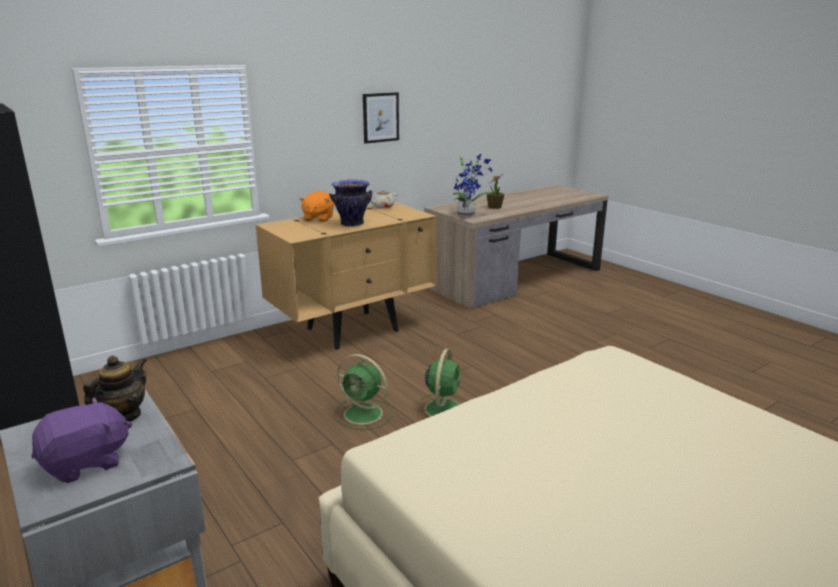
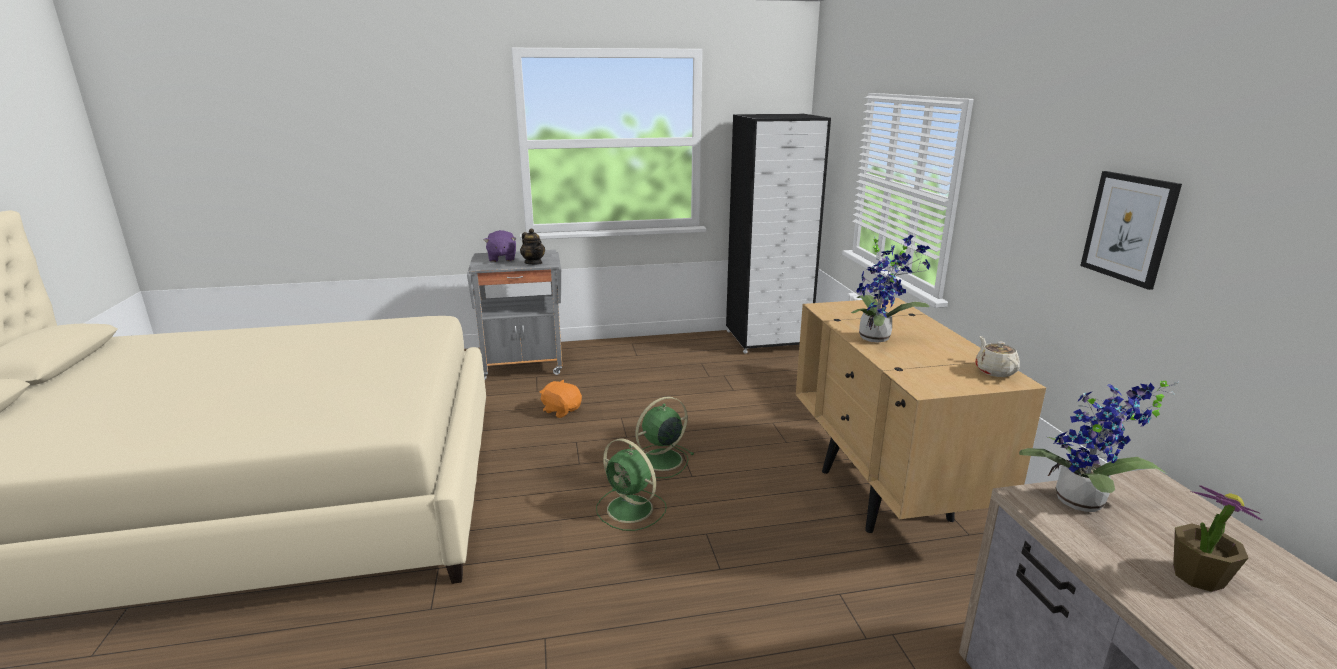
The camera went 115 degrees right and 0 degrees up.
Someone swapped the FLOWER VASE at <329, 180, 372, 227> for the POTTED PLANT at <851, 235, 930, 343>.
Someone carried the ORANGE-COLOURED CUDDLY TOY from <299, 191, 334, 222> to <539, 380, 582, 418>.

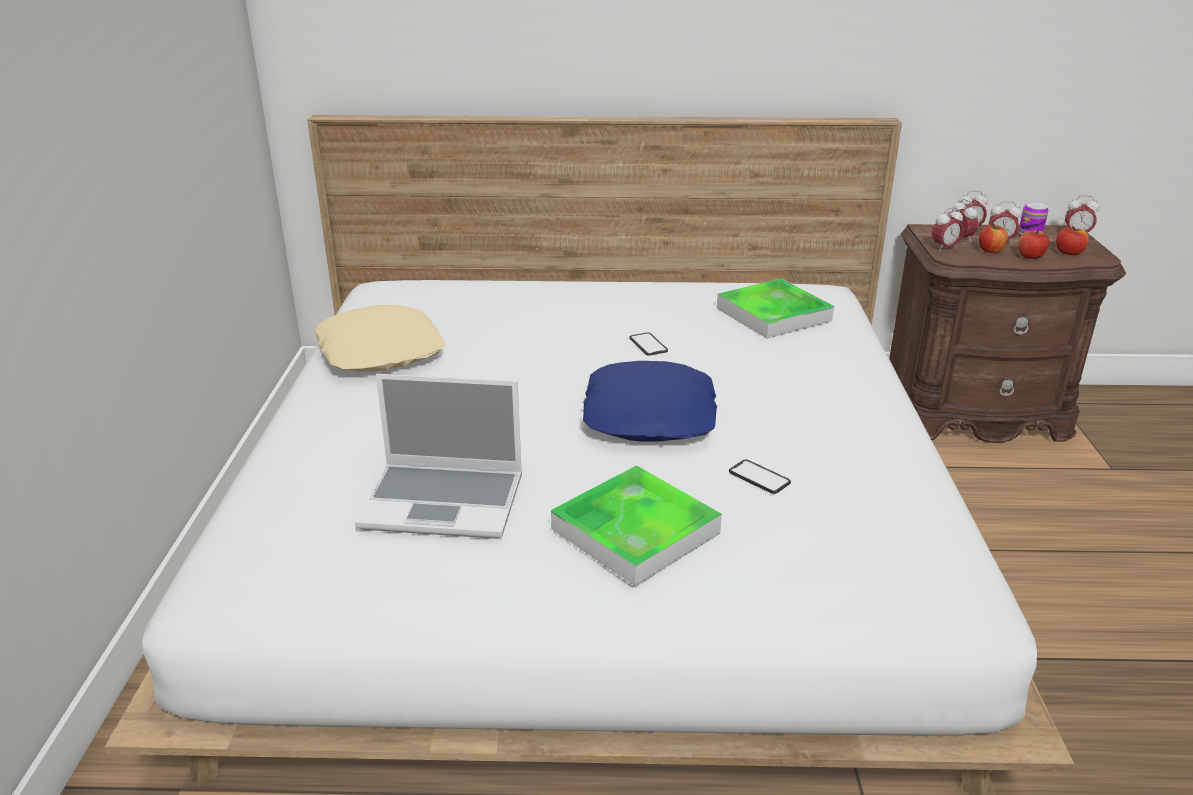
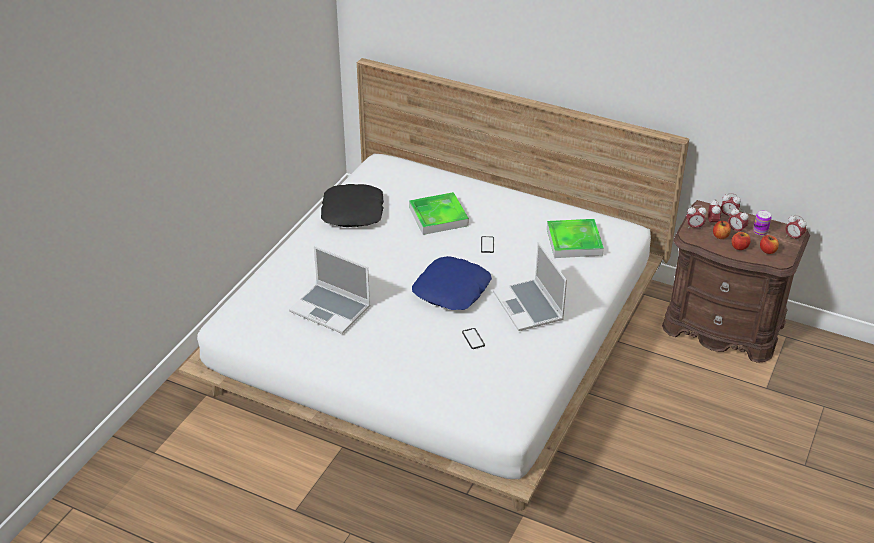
The camera went 25 degrees right and 10 degrees up.
Someone repainted the BEIGE PILLOW at <314, 305, 445, 372>, which became the BLACK-COLOURED PILLOW at <321, 184, 384, 227>.
Someone carried the CARRYING TRAY from <551, 465, 722, 586> to <409, 192, 469, 235>.
Someone put down the NOTEBOOK COMPUTER at <493, 242, 567, 331>.

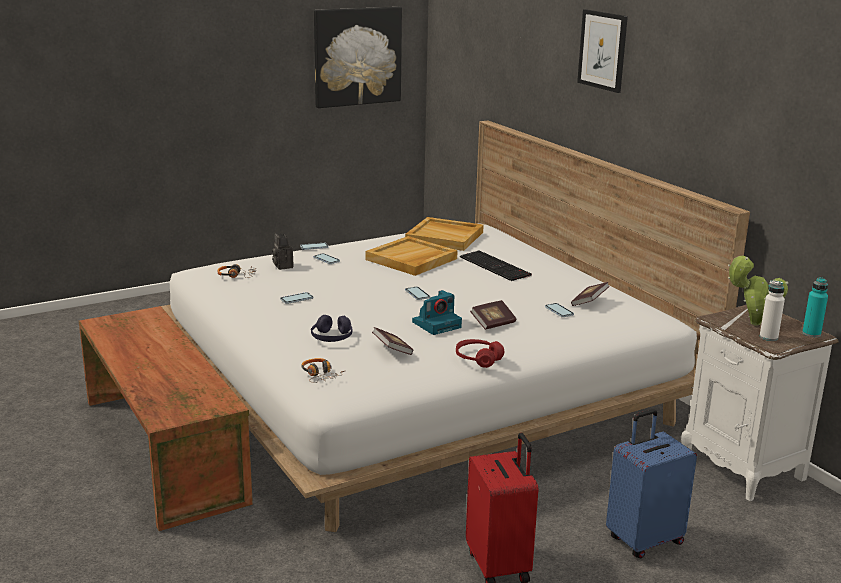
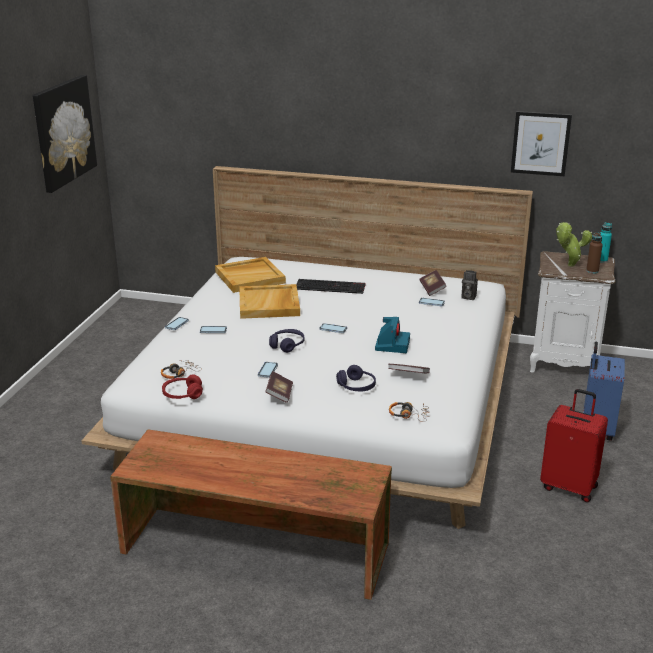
The camera went 45 degrees left and 5 degrees up.
Someone carried the WALL ART from <577, 9, 628, 93> to <511, 111, 572, 176>.
Someone carried the PHOTO CAMERA from <272, 234, 294, 270> to <461, 270, 478, 300>.
Someone repainted the WHITE-COLOURED BOTTLE at <760, 280, 785, 341>, which became the BROWNISH BOTTLE at <586, 232, 603, 274>.
Someone carried the BOUND BOOK from <470, 300, 516, 330> to <265, 371, 293, 403>.
Someone carried the REDDISH HEADSET from <456, 339, 504, 368> to <162, 374, 203, 399>.
Someone put down the PURPLE-COLOURED HEADSET at <269, 329, 304, 353>.

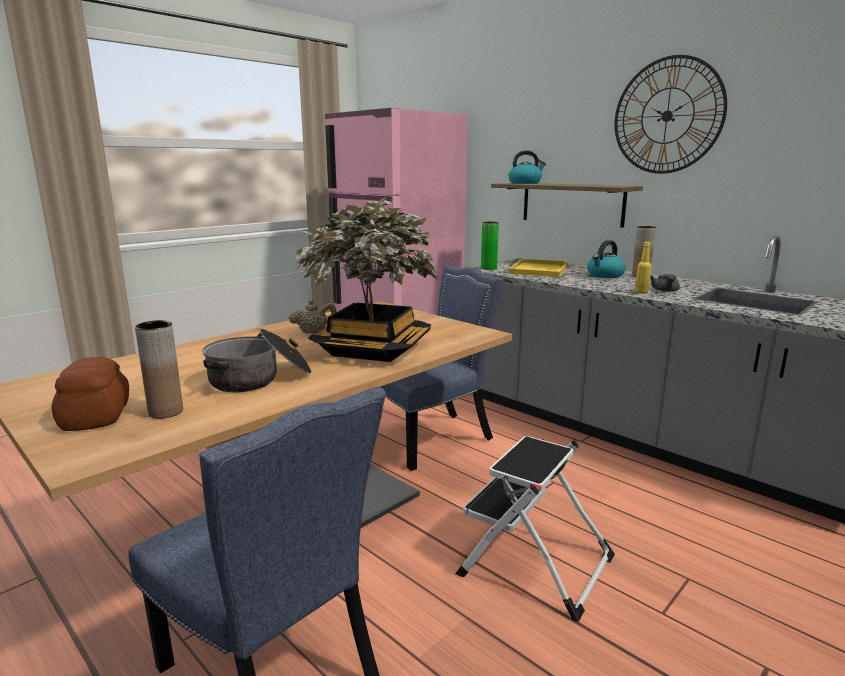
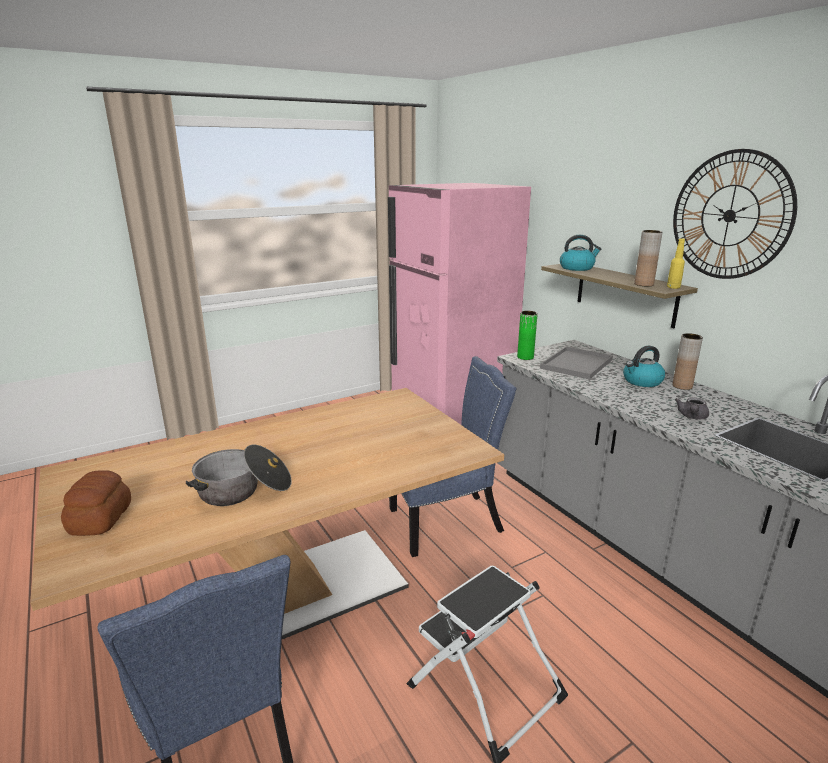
The camera went 15 degrees right and 5 degrees up.
Someone took away the POTTED PLANT at <296, 197, 440, 362>.
Someone carried the YELLOWISH BOTTLE from <635, 242, 652, 294> to <667, 238, 685, 289>.
Someone repainted the YELLOWISH CARRYING TRAY at <508, 259, 568, 277>, which became the GRAY CARRYING TRAY at <540, 346, 613, 380>.
Someone took away the BEIGE TEAPOT at <288, 300, 337, 334>.
Someone carried the BROWNISH FLOWER VASE from <135, 320, 183, 419> to <634, 230, 663, 286>.

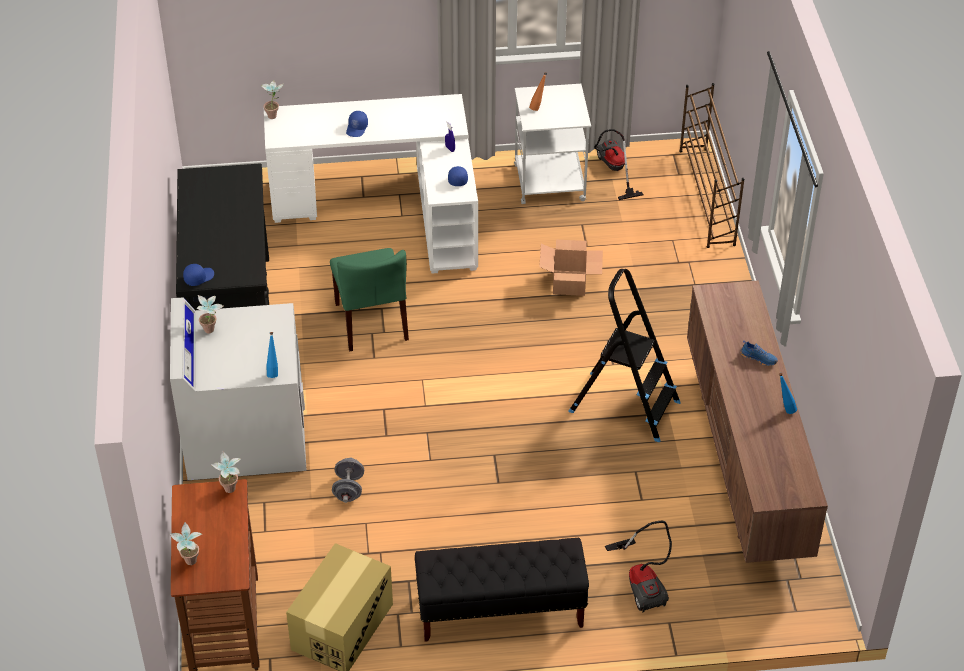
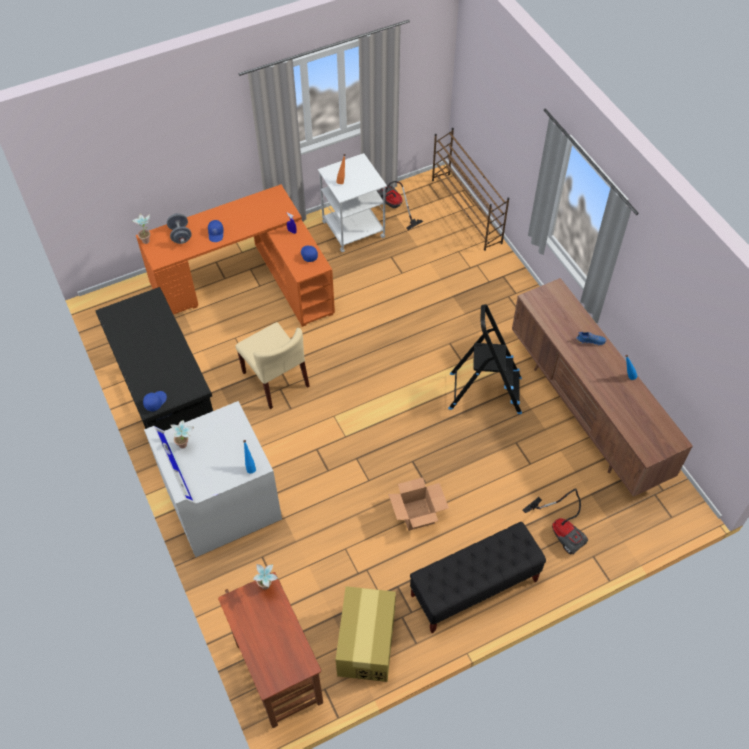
The camera went 20 degrees left and 10 degrees up.
Someone repainted the WHITE-COLOURED DESK at <264, 94, 478, 274>, which became the ORANGE-COLOURED DESK at <136, 184, 335, 327>.
Someone carried the CARDBOARD BOX from <539, 240, 603, 296> to <388, 478, 449, 531>.
Someone repainted the GREEN-COLOURED PLAIN CHAIR at <330, 248, 409, 351>, which became the BEIGE PLAIN CHAIR at <235, 322, 310, 409>.
Someone carried the GRAY FREE WEIGHT from <332, 457, 364, 503> to <167, 213, 192, 244>.
Someone took away the POTTED PLANT at <170, 522, 202, 565>.

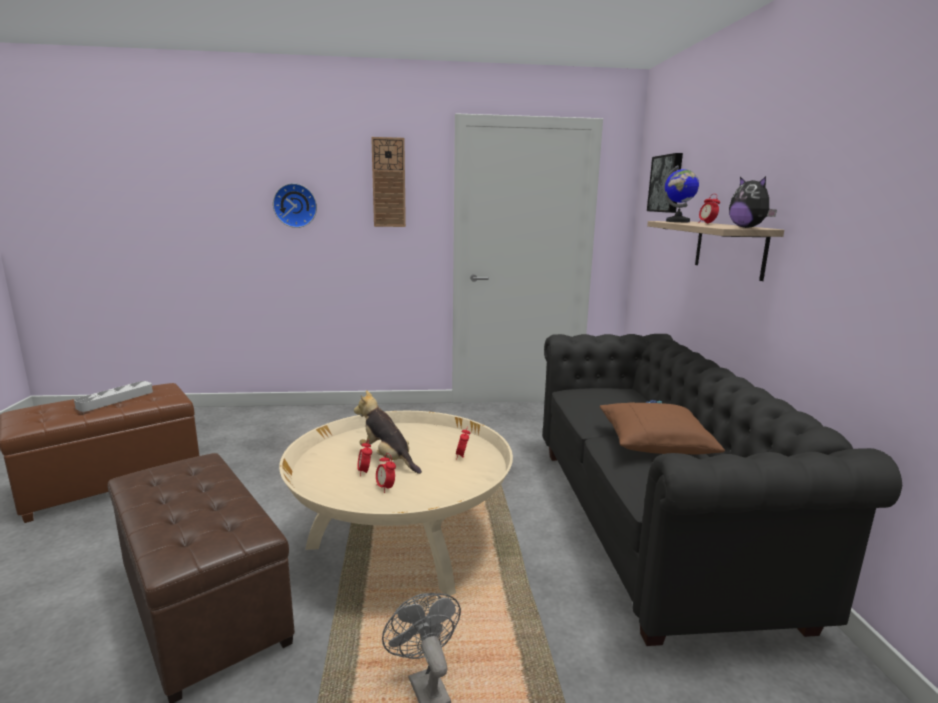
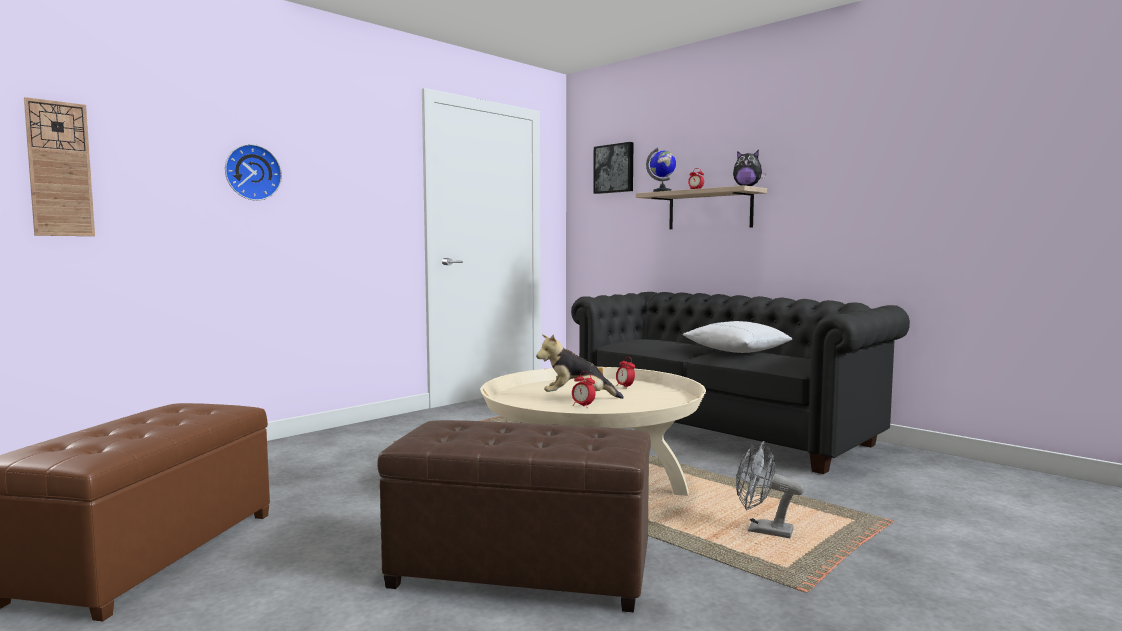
The camera went 40 degrees left and 10 degrees down.
Someone carried the WALL CLOCK from <371, 137, 406, 227> to <24, 97, 95, 236>.
Someone took away the GRAY CARRYING TRAY at <74, 381, 153, 412>.
Someone repainted the BROWNISH PILLOW at <600, 400, 725, 455>, which became the GRAY PILLOW at <683, 321, 793, 353>.
Someone took away the BEDSIDE CLOCK at <376, 453, 396, 493>.

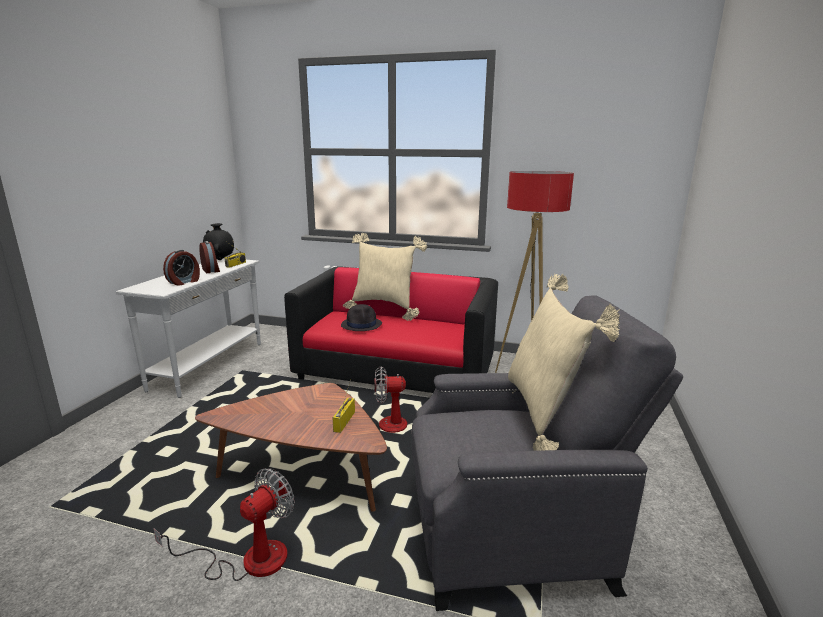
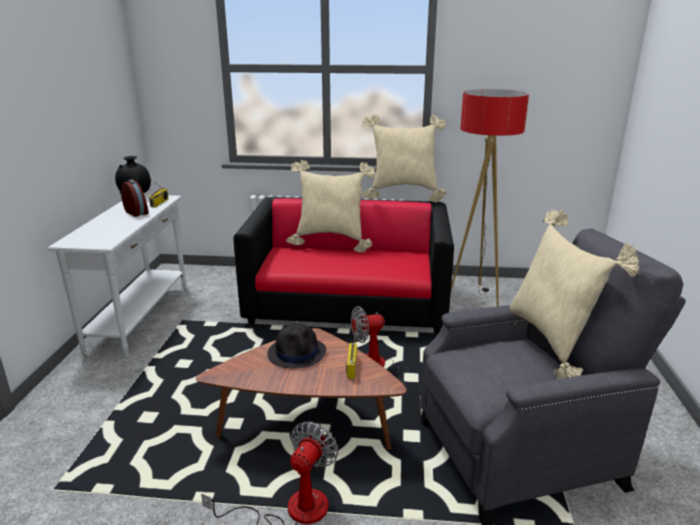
The camera went 10 degrees left and 5 degrees up.
Someone took away the BEDSIDE CLOCK at <163, 250, 200, 286>.
Someone carried the BLACK-COLOURED HAT from <341, 304, 382, 331> to <267, 324, 326, 368>.
Someone put down the BEIGE PILLOW at <362, 114, 447, 203>.

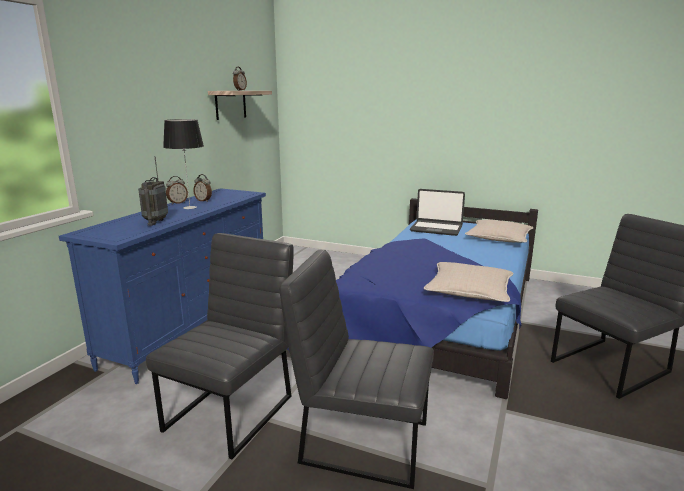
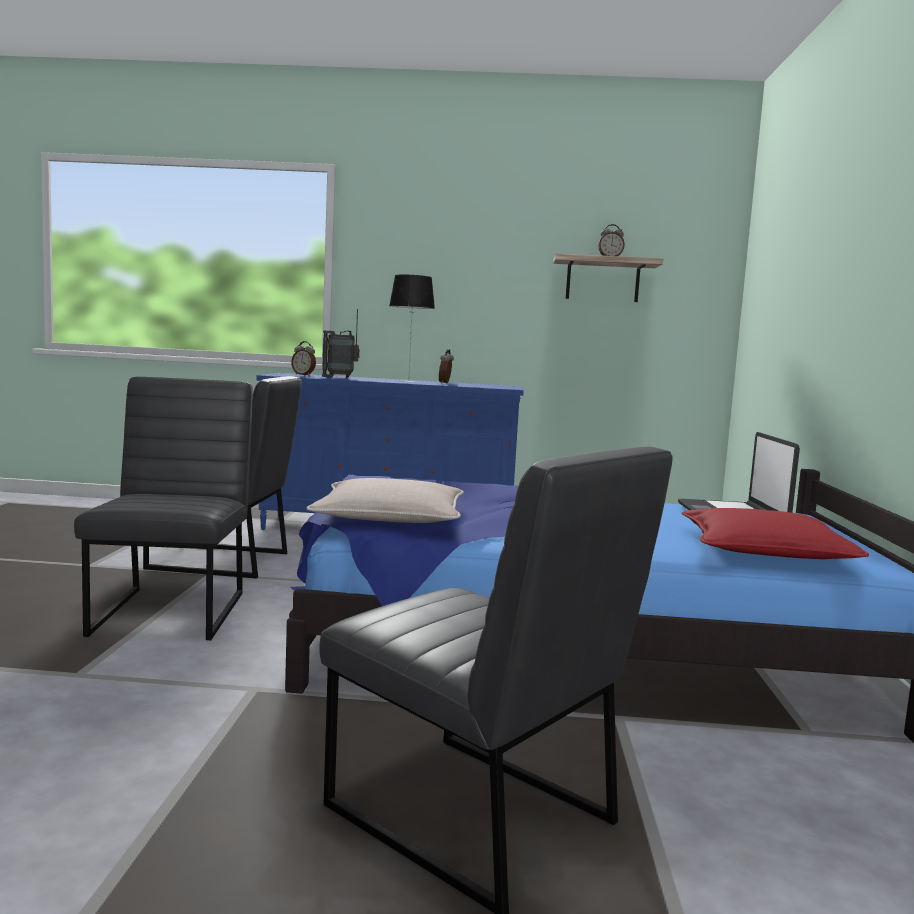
The camera went 70 degrees right and 10 degrees down.
Someone carried the BEDSIDE CLOCK from <166, 176, 188, 205> to <291, 341, 316, 376>.
Someone repainted the BEIGE PILLOW at <465, 220, 533, 243>, which became the REDDISH PILLOW at <682, 508, 869, 559>.

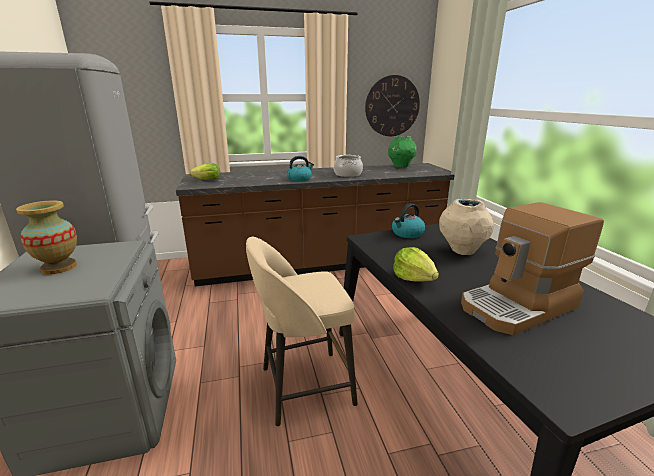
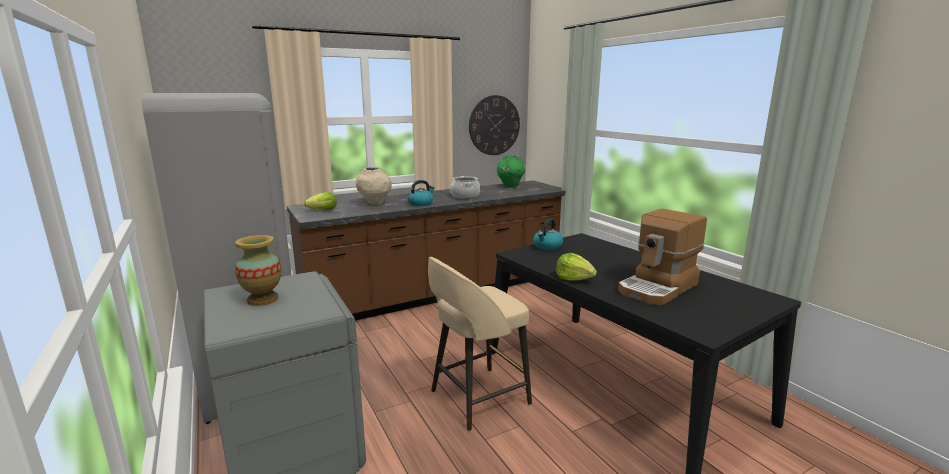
The camera went 15 degrees left and 5 degrees down.
Someone carried the BEIGE FLOWER VASE from <439, 199, 494, 255> to <356, 167, 392, 205>.

